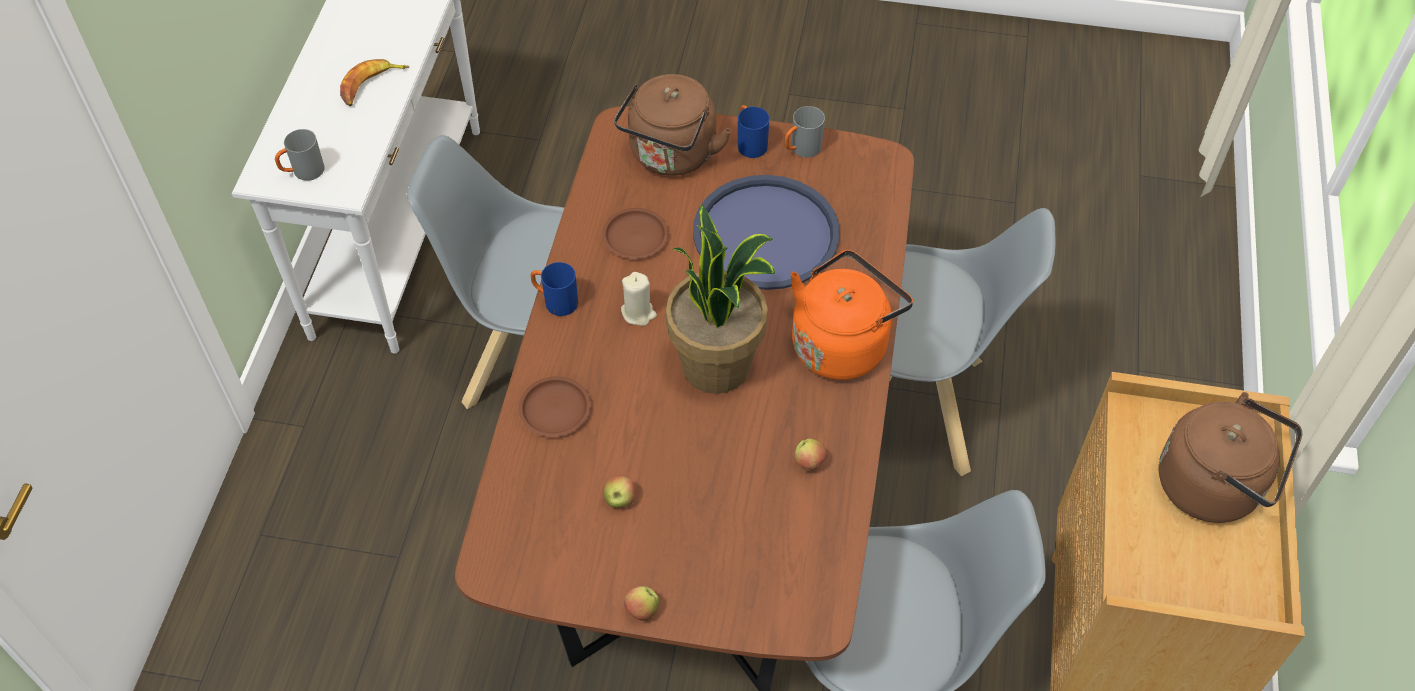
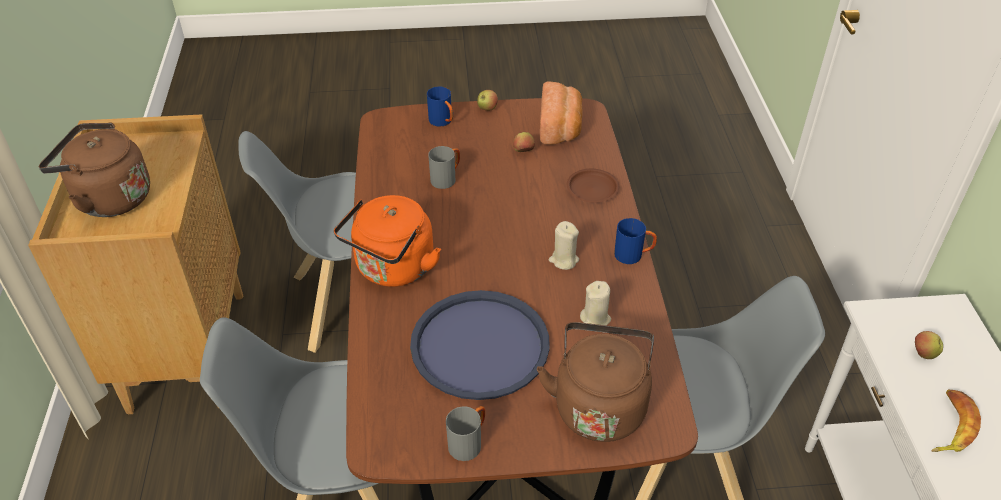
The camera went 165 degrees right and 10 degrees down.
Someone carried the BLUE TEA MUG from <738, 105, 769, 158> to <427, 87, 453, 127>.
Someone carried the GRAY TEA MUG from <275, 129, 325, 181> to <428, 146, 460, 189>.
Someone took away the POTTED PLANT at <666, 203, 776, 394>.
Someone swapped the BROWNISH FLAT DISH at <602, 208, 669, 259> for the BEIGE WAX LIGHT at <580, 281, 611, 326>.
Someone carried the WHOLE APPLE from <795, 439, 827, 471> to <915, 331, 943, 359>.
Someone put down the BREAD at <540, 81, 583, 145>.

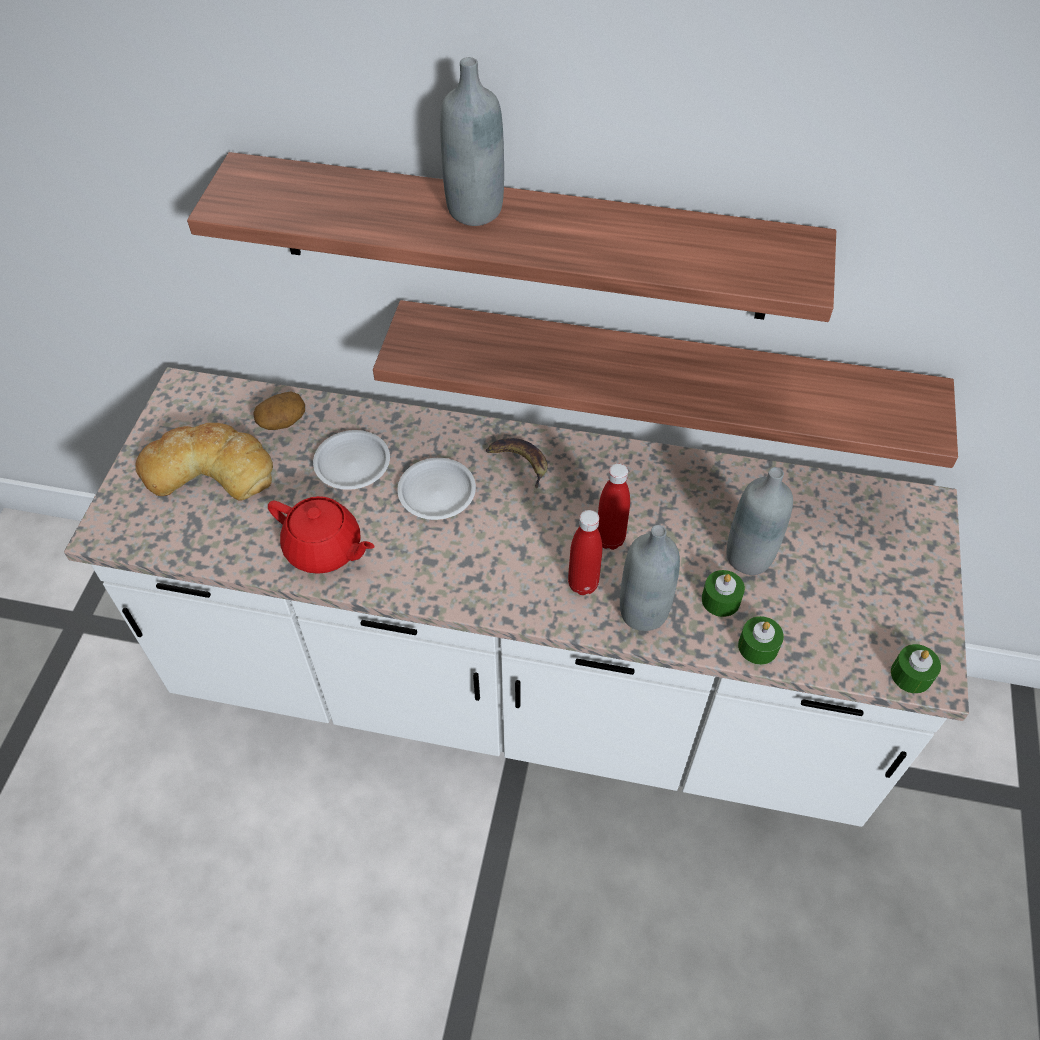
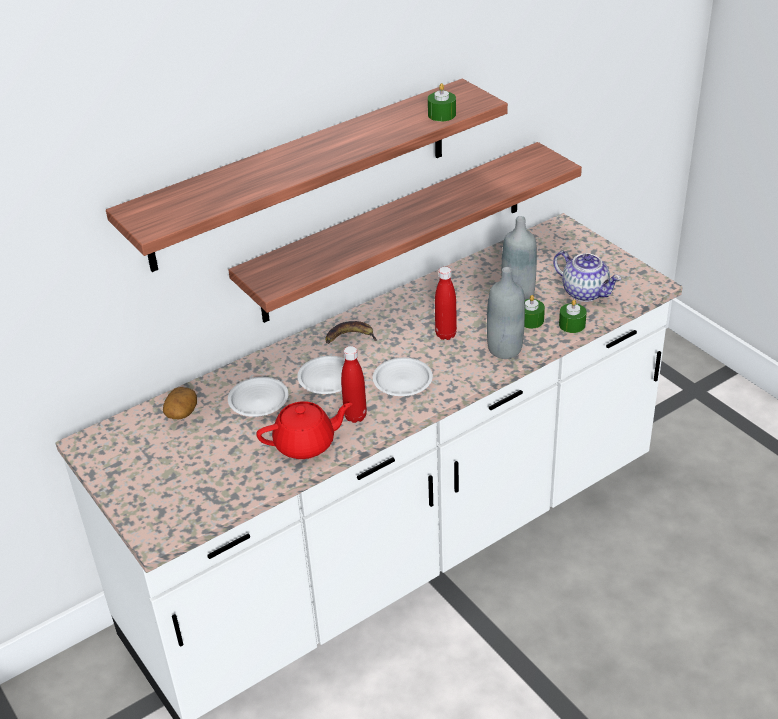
The camera went 45 degrees left and 15 degrees down.
Someone took away the GRAY BOTTLE at <440, 57, 504, 226>.
Someone took away the BREAD at <135, 423, 273, 501>.
Someone carried the REDDISH BOTTLE from <568, 510, 602, 595> to <341, 346, 367, 423>.
Someone carried the GREEN-COLOURED WAX LIGHT from <891, 644, 941, 693> to <428, 83, 456, 121>.
Someone put down the TEAPOT at <553, 251, 621, 302>.
Someone put down the WHITE-COLOURED FLAT DISH at <373, 358, 433, 396>.

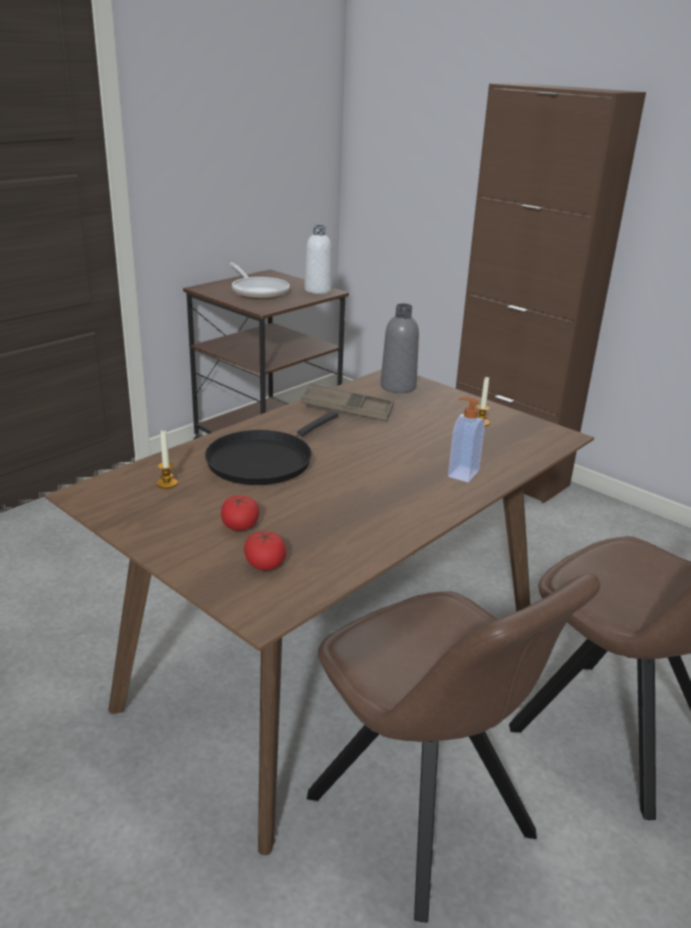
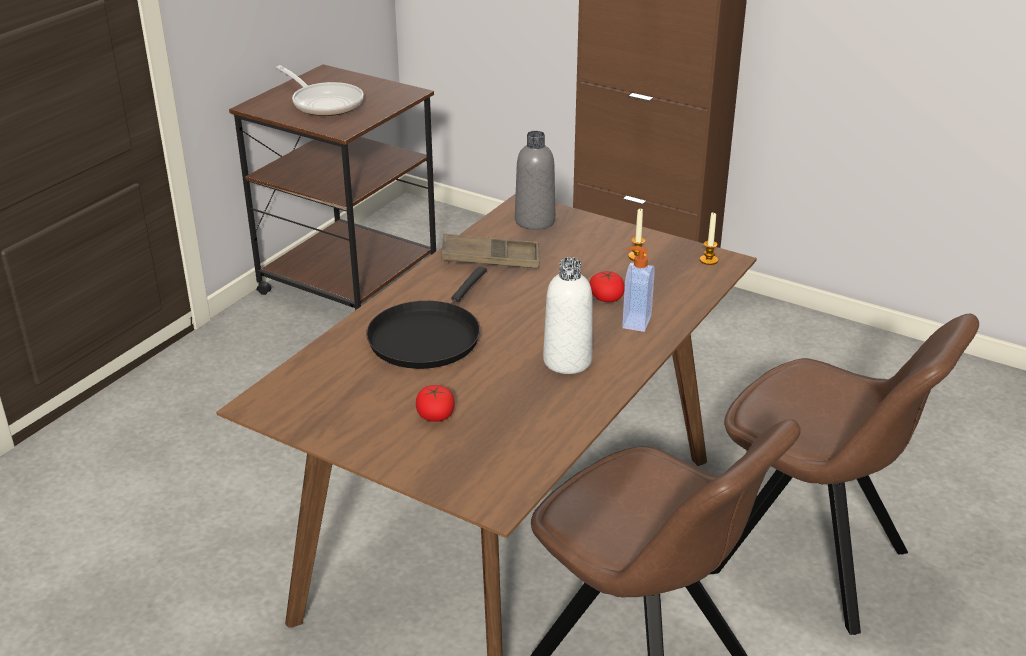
The camera went 10 degrees left and 5 degrees up.
Someone carried the WHITE-COLOURED BOTTLE from <304, 225, 332, 294> to <543, 257, 592, 374>.
Someone carried the WAX LIGHT from <157, 430, 178, 489> to <700, 212, 718, 265>.
Someone carried the FRESH TOMATO from <244, 532, 286, 571> to <589, 271, 625, 302>.

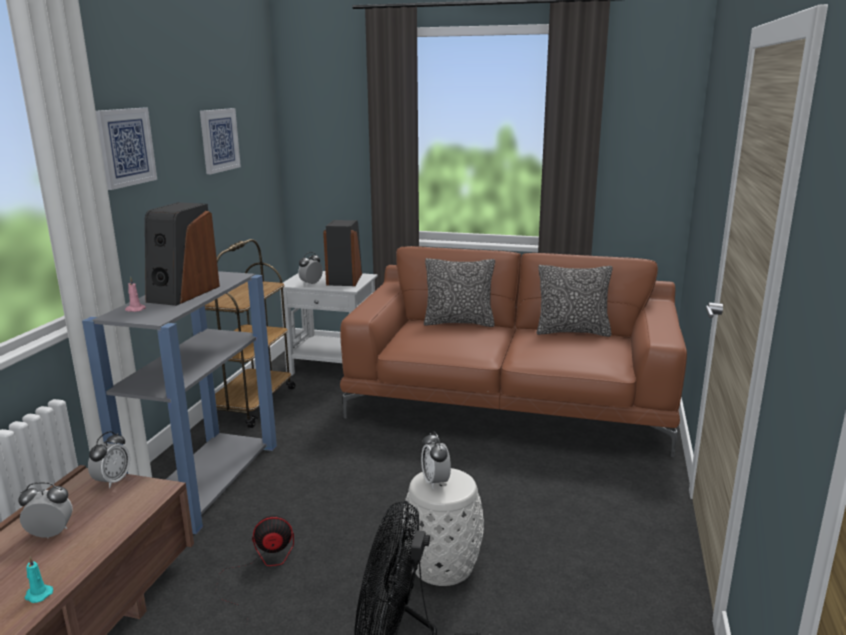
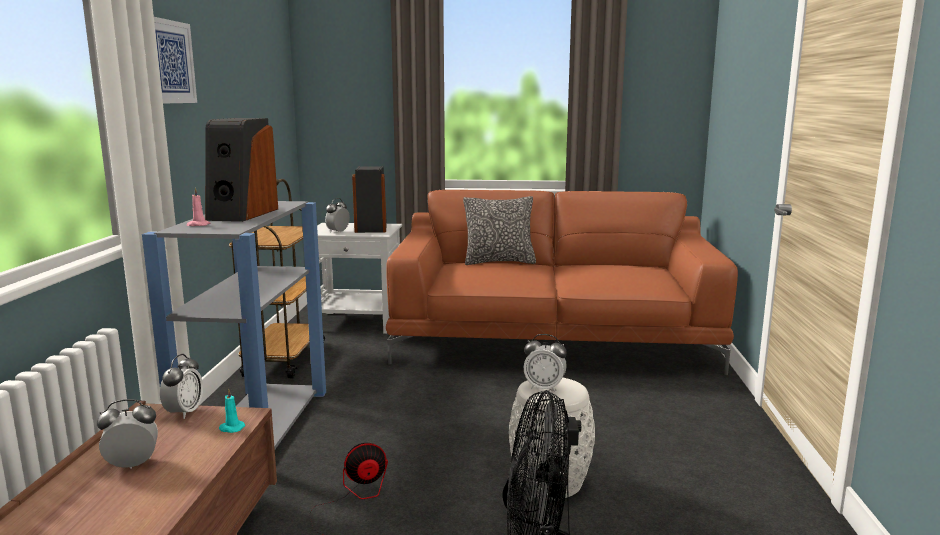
The camera went 10 degrees left and 5 degrees down.
Someone took away the WALL ART at <200, 108, 241, 174>.
Someone took away the PILLOW at <536, 265, 612, 337>.
Someone rotated the BEDSIDE CLOCK at <421, 431, 451, 489> by 45 degrees counterclockwise.
Someone carried the BLUE-GREEN WAX LIGHT from <25, 557, 53, 603> to <219, 388, 245, 433>.

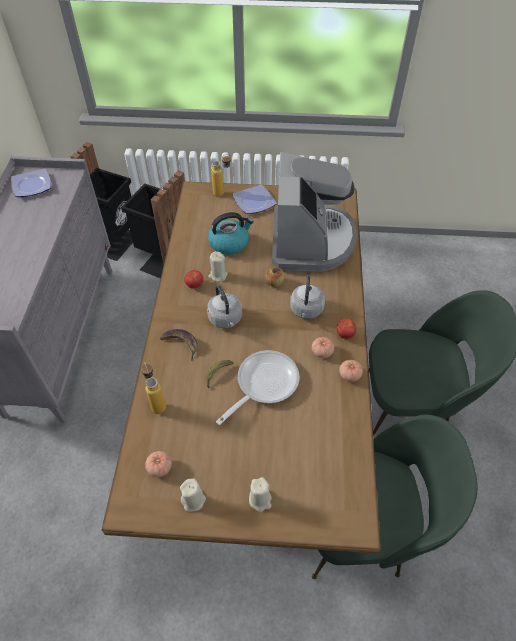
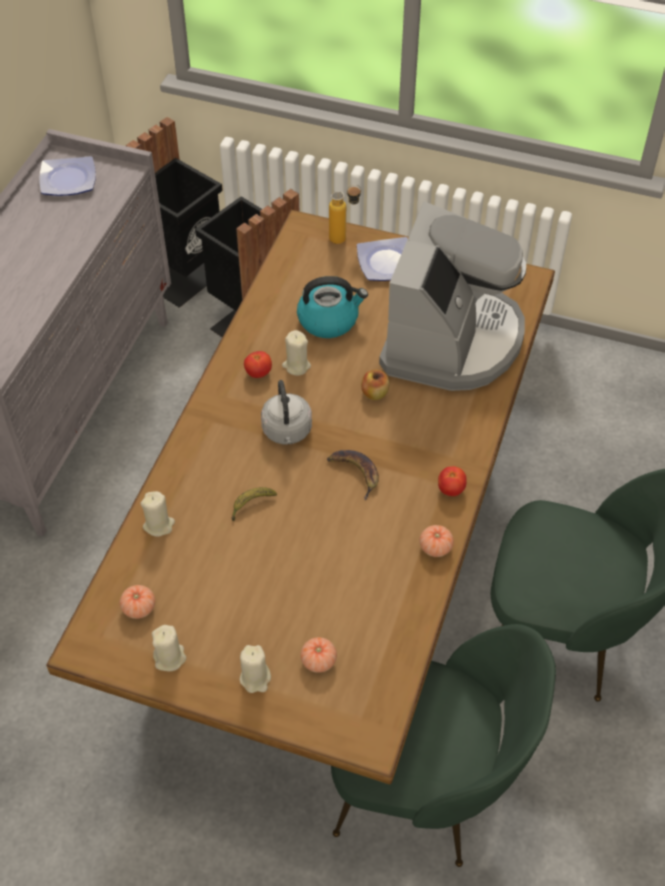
The camera went 15 degrees right and 0 degrees up.
Someone took away the GRAY TEA KETTLE at <290, 274, 325, 319>.
Someone carried the WHOLE BANANA from <160, 329, 198, 361> to <327, 450, 379, 500>.
Someone carried the FRESH TOMATO from <312, 337, 334, 358> to <300, 637, 337, 673>.
Someone took away the PAN at <216, 350, 299, 425>.
Someone swapped the BOTTLE at <141, 362, 166, 414> for the BEIGE WAX LIGHT at <141, 491, 175, 537>.

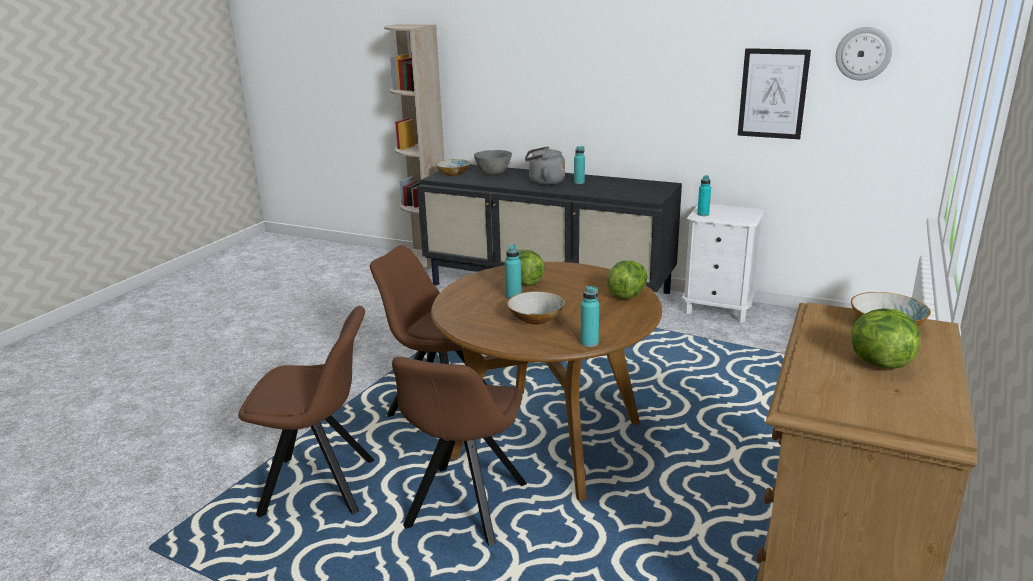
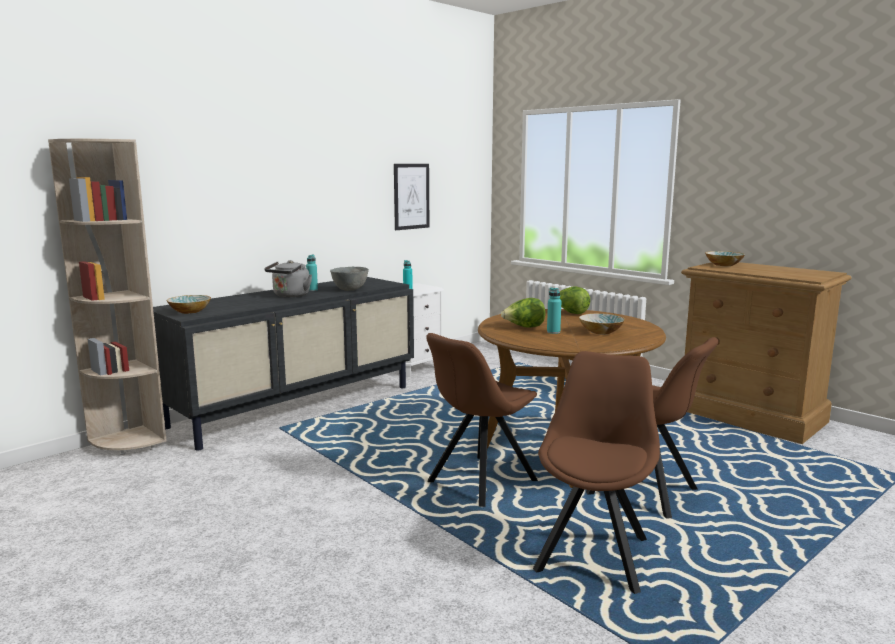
The camera went 70 degrees left and 10 degrees down.
Someone took away the WALL CLOCK at <836, 27, 892, 80>.
Someone carried the GRAY BOWL from <474, 150, 512, 175> to <330, 267, 369, 291>.
Someone took away the BLUE-GREEN BOTTLE at <580, 286, 599, 347>.
Someone took away the LETTUCE at <851, 308, 920, 369>.

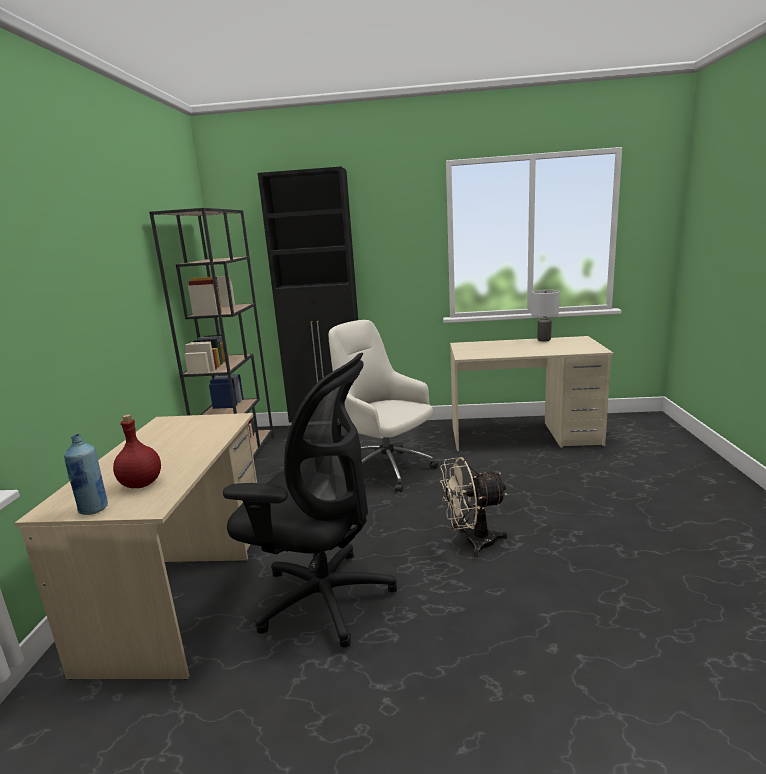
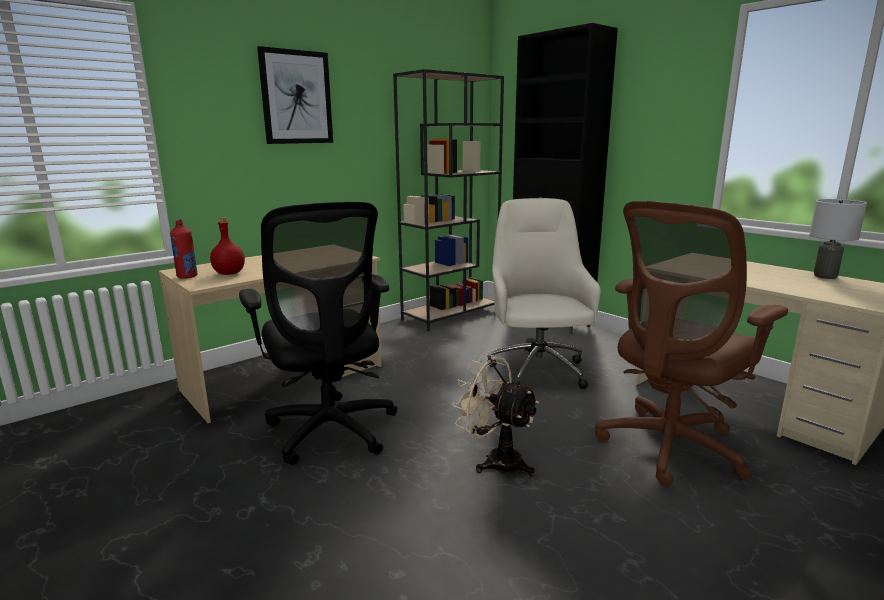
The camera went 45 degrees right and 0 degrees up.
Someone repainted the BLUE BOTTLE at <64, 434, 108, 515>, which became the REDDISH BOTTLE at <170, 219, 198, 279>.
Someone put up the WALL ART at <257, 46, 333, 144>.
Someone put down the BROWNISH OFFICE CHAIR at <595, 201, 788, 487>.

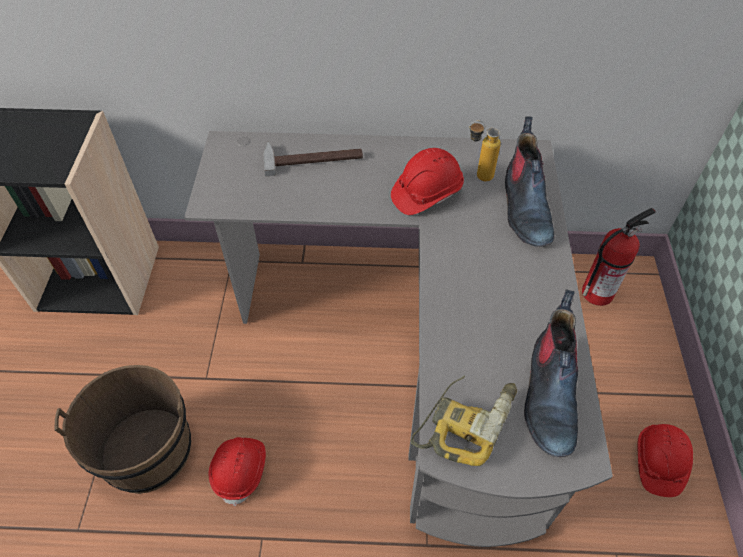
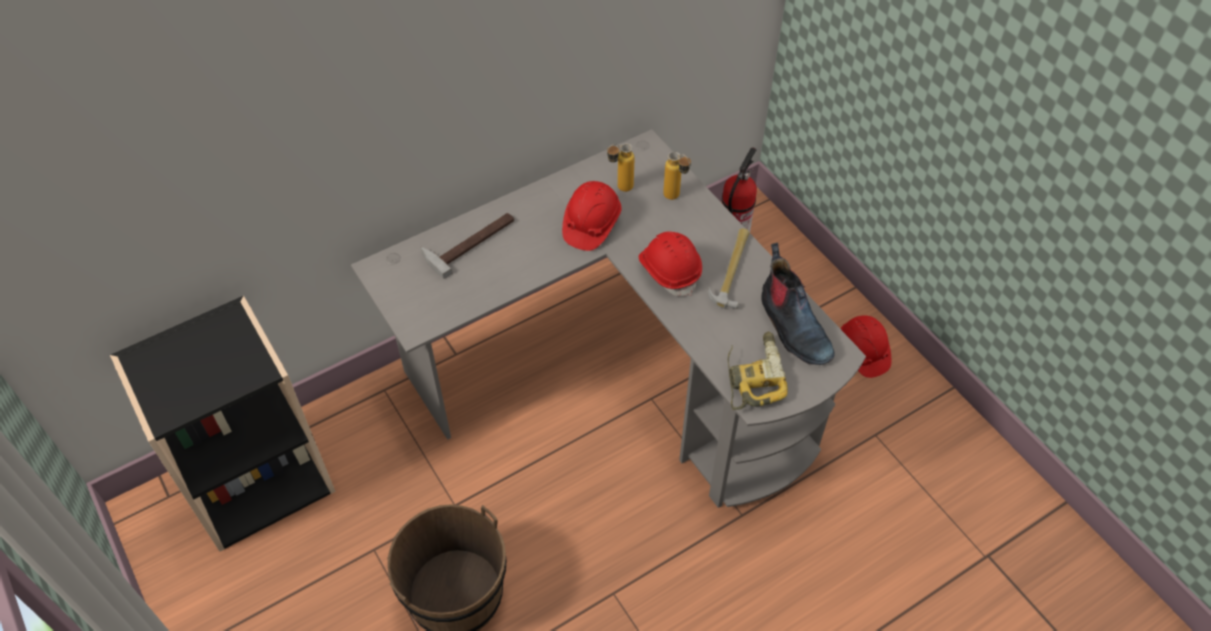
The camera went 35 degrees left and 0 degrees up.
Someone swapped the HIGH-TOP BOOT at <505, 116, 554, 247> for the BOTTLE at <663, 152, 691, 200>.
Someone carried the REDDISH WORK HELMET from <209, 437, 266, 506> to <639, 231, 702, 296>.
Someone put down the HAND HAMMER at <708, 228, 750, 309>.

